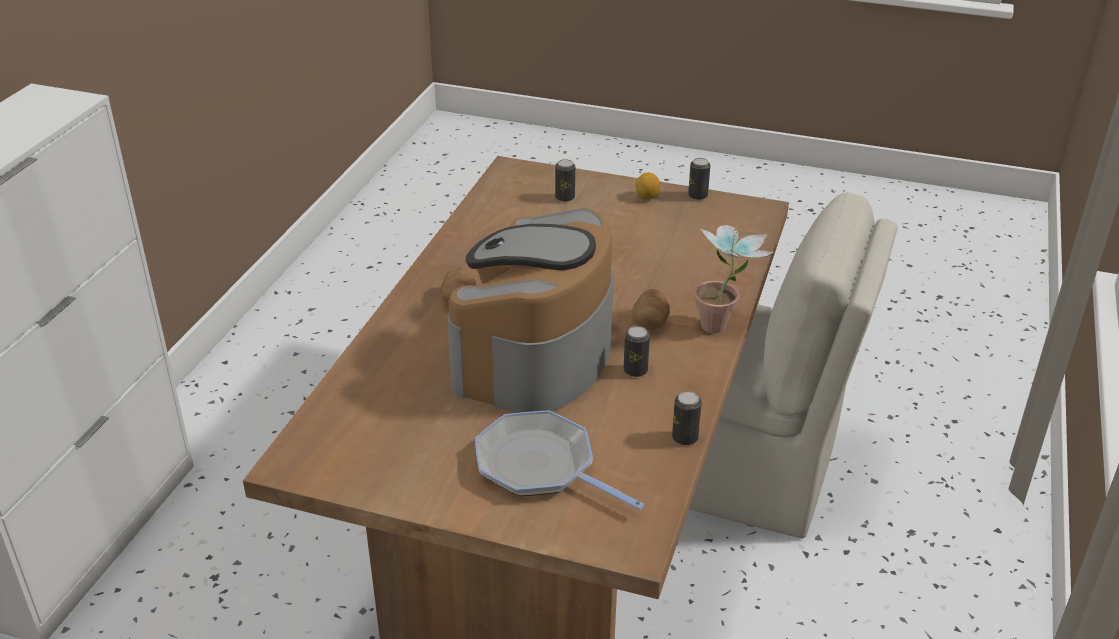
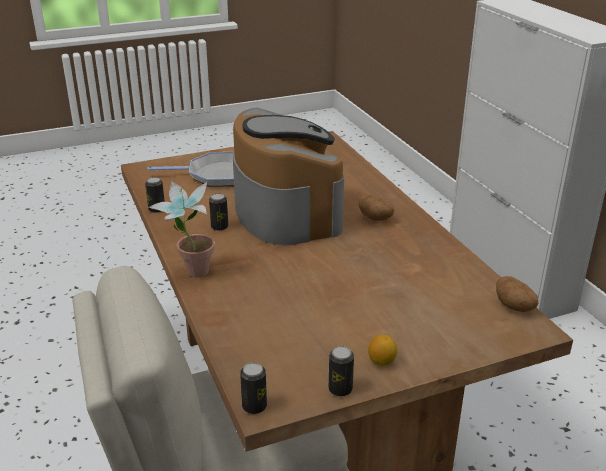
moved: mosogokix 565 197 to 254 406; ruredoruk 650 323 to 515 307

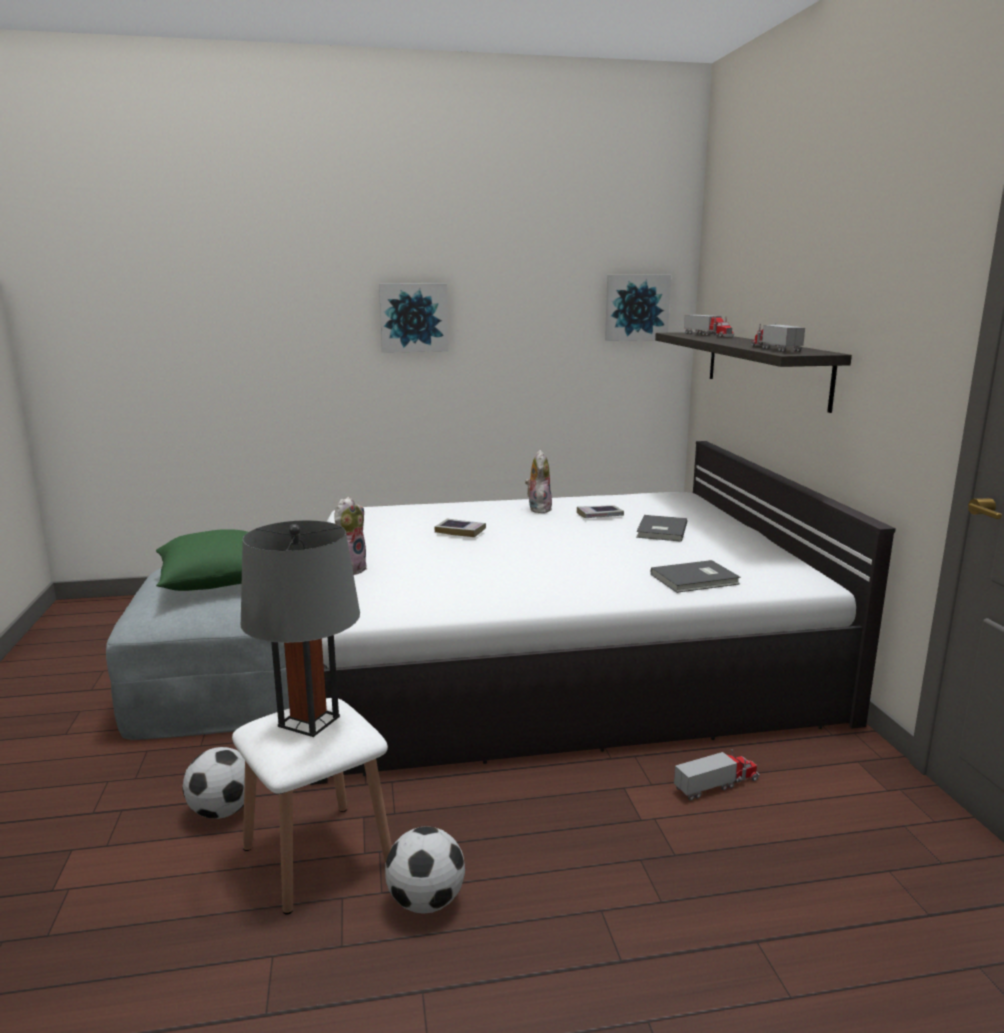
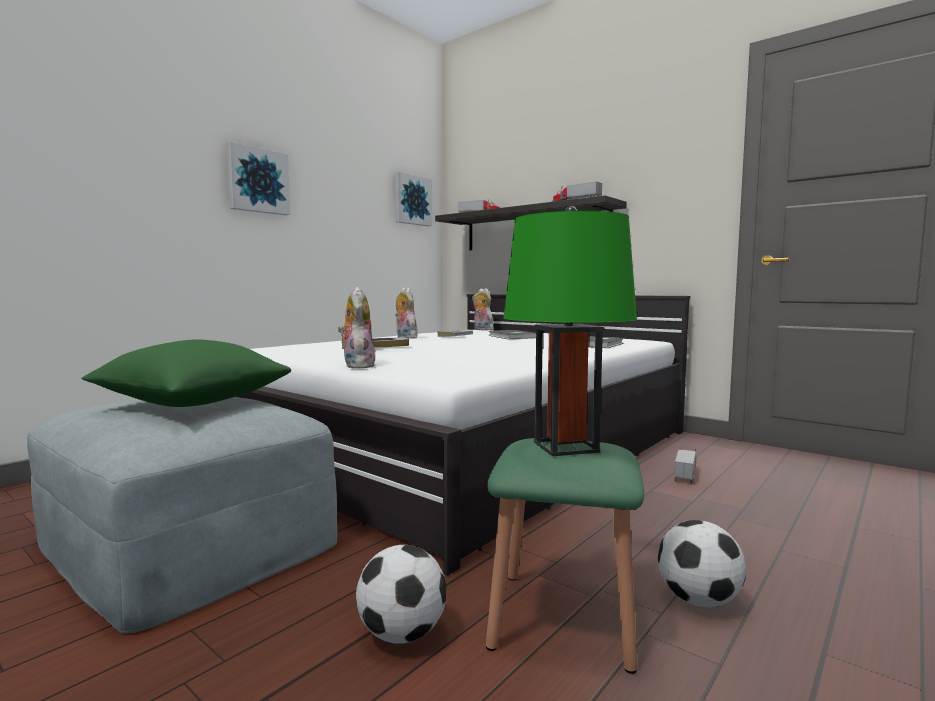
added: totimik 482 330
recoloured: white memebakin 317 855 to green memebakin 563 617; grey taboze 309 721 to green taboze 566 447

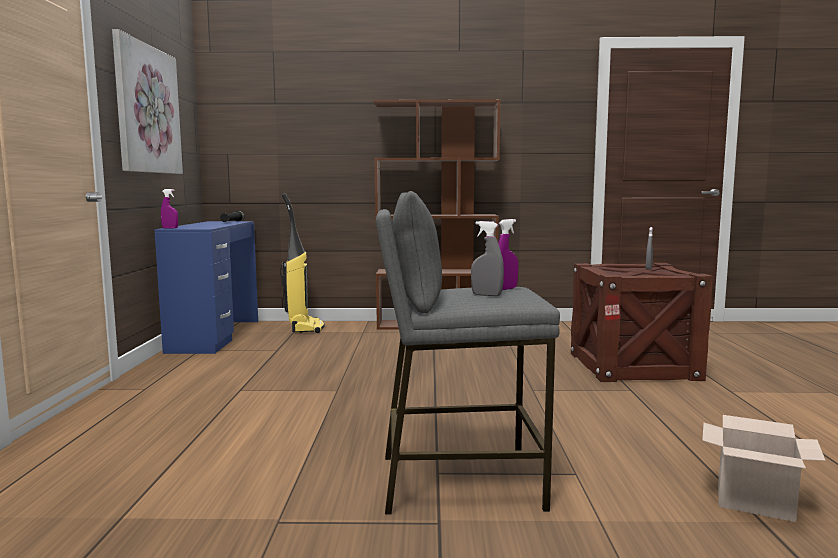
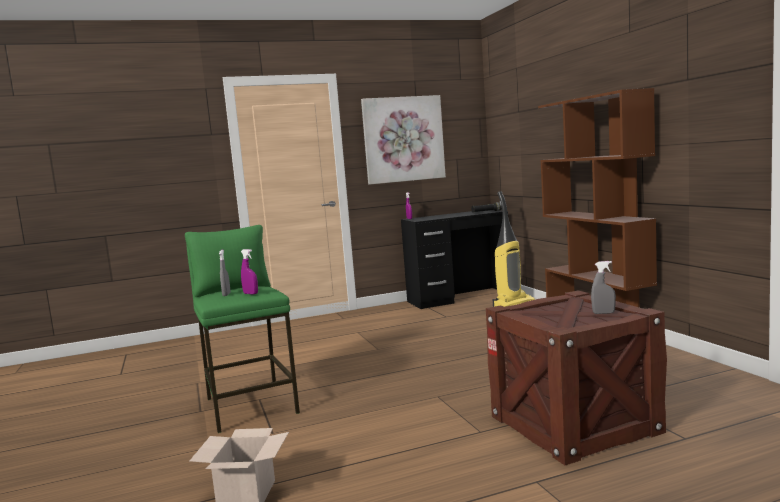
recoloured: grey memebakin 458 480 to green memebakin 251 405; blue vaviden 215 335 to black vaviden 459 297

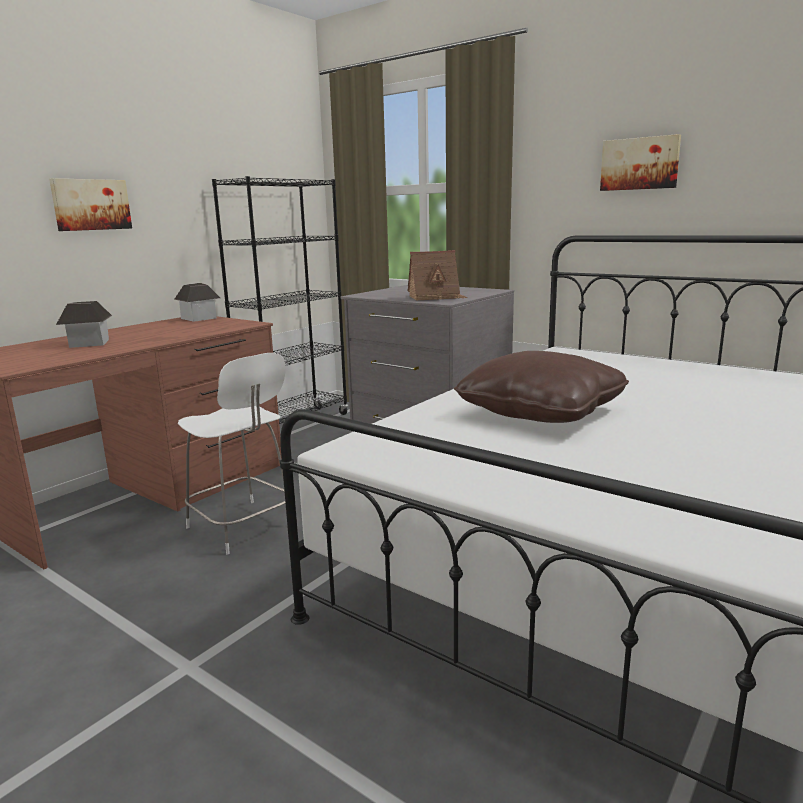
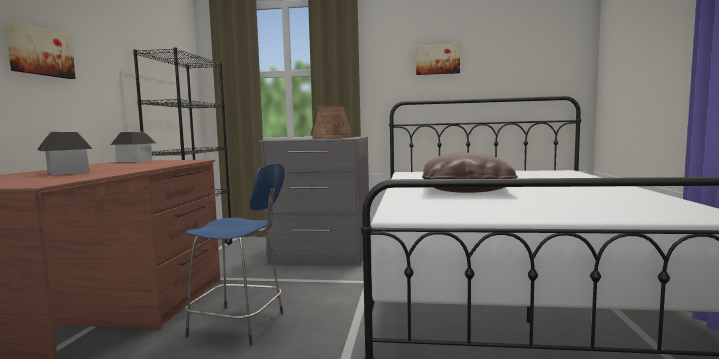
recoloured: white memebakin 243 527 to blue memebakin 240 325

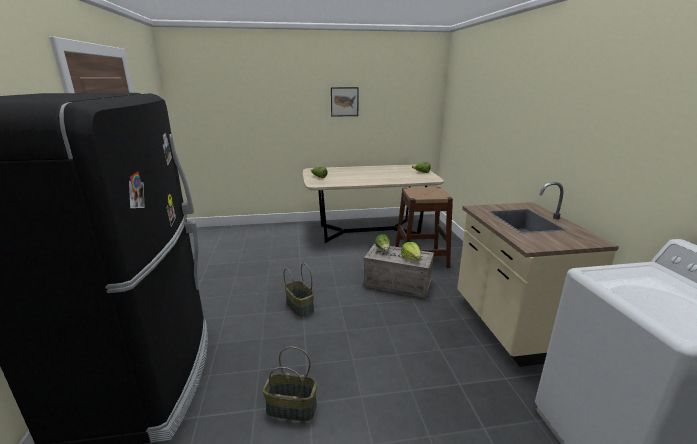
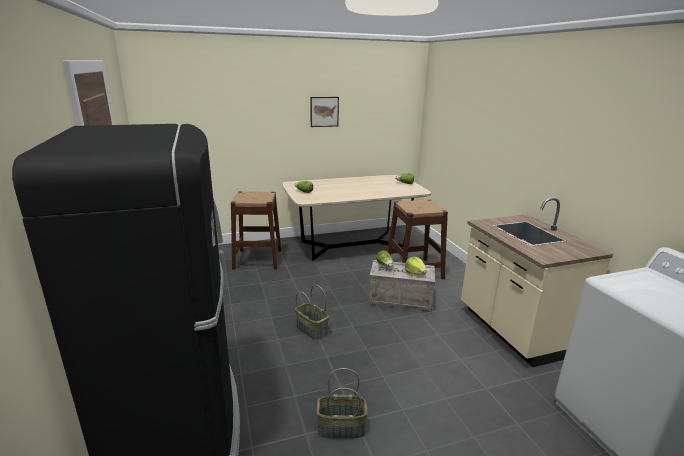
added: brown memebakin 257 259

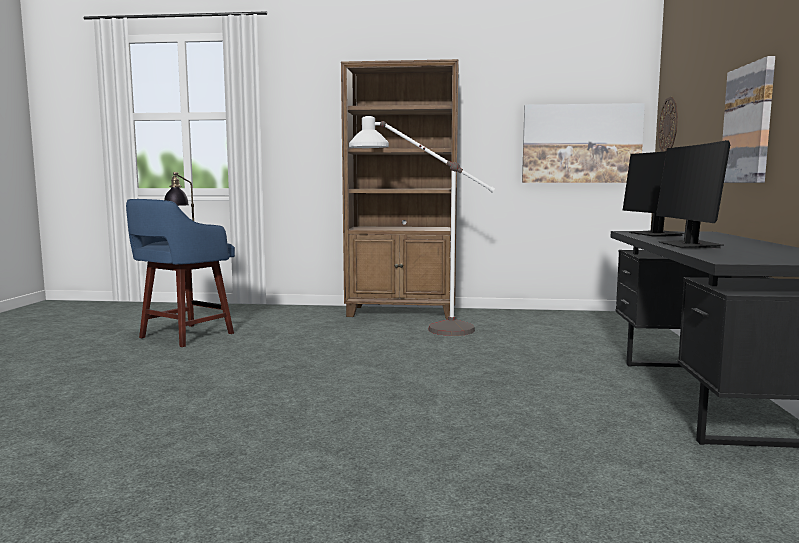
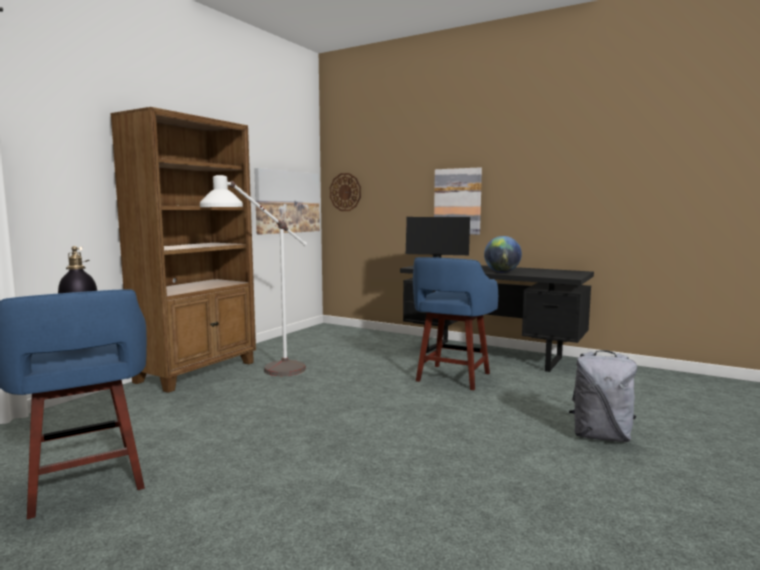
added: blue memebakin 452 378; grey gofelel 601 436
replaced: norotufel 689 245 to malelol 502 272

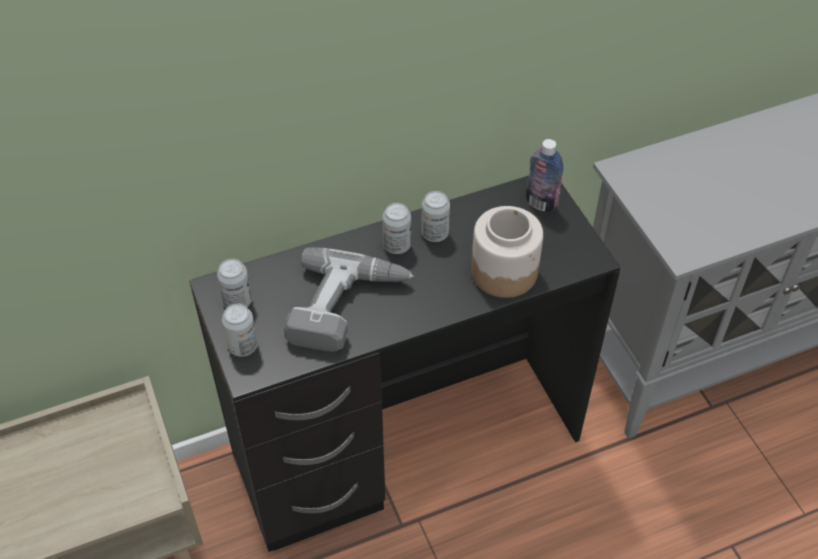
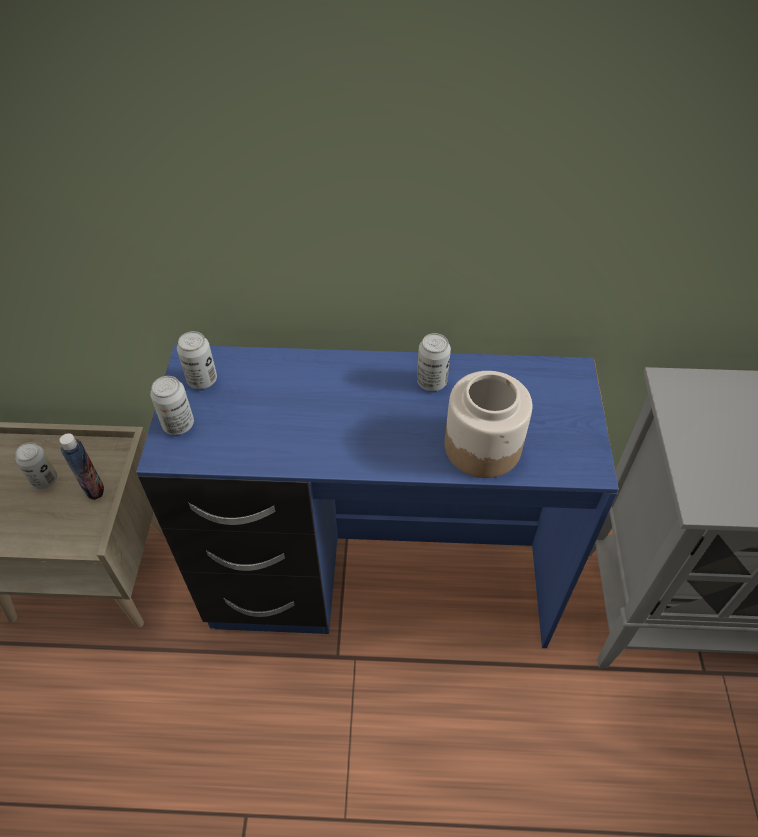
removed: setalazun 347 308
moved: mosogokix 397 245 to 44 479; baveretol 541 203 to 93 488
recoloured: black vaviden 408 449 to blue vaviden 380 587

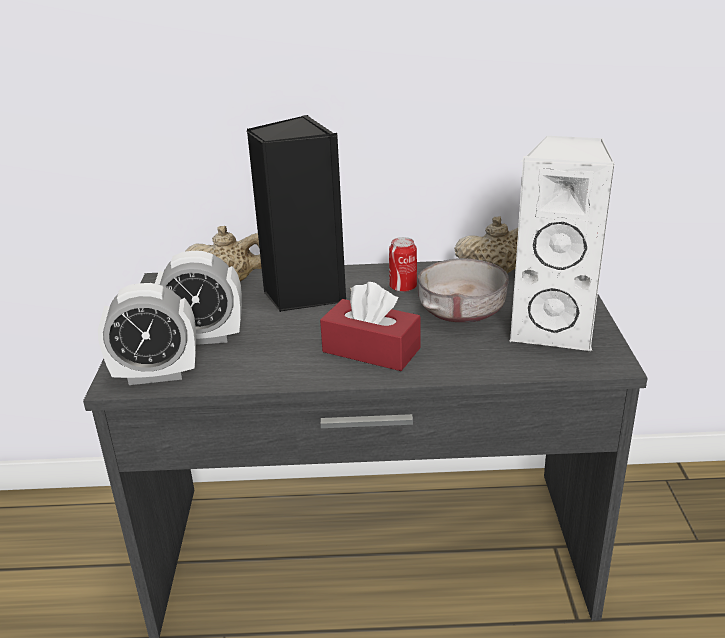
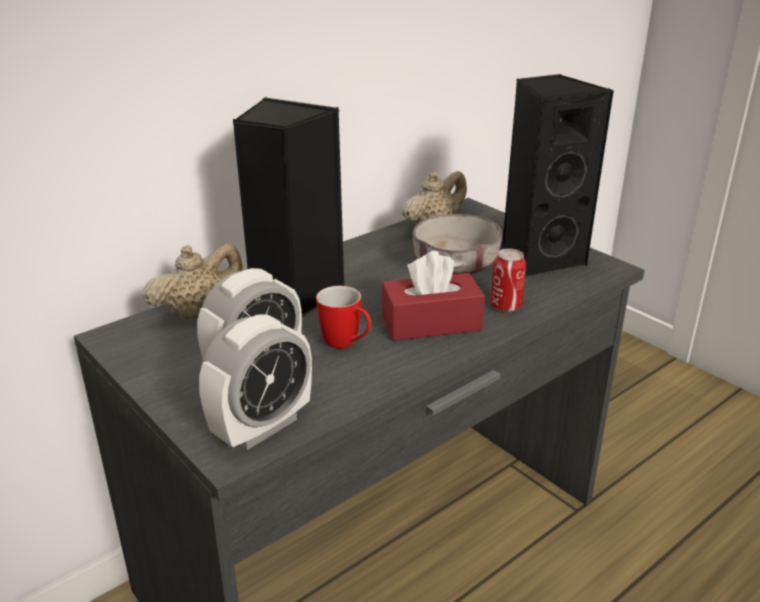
added: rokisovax 346 344
moved: mosogokix 403 287 to 505 306
recoloured: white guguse 554 330 to black guguse 540 257

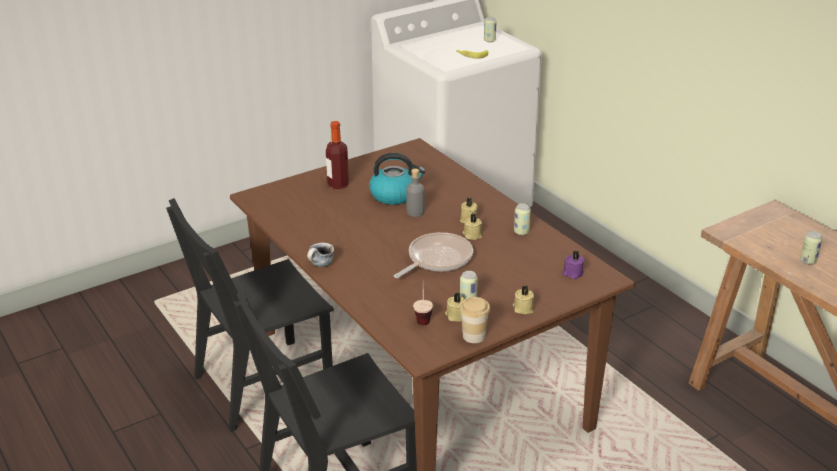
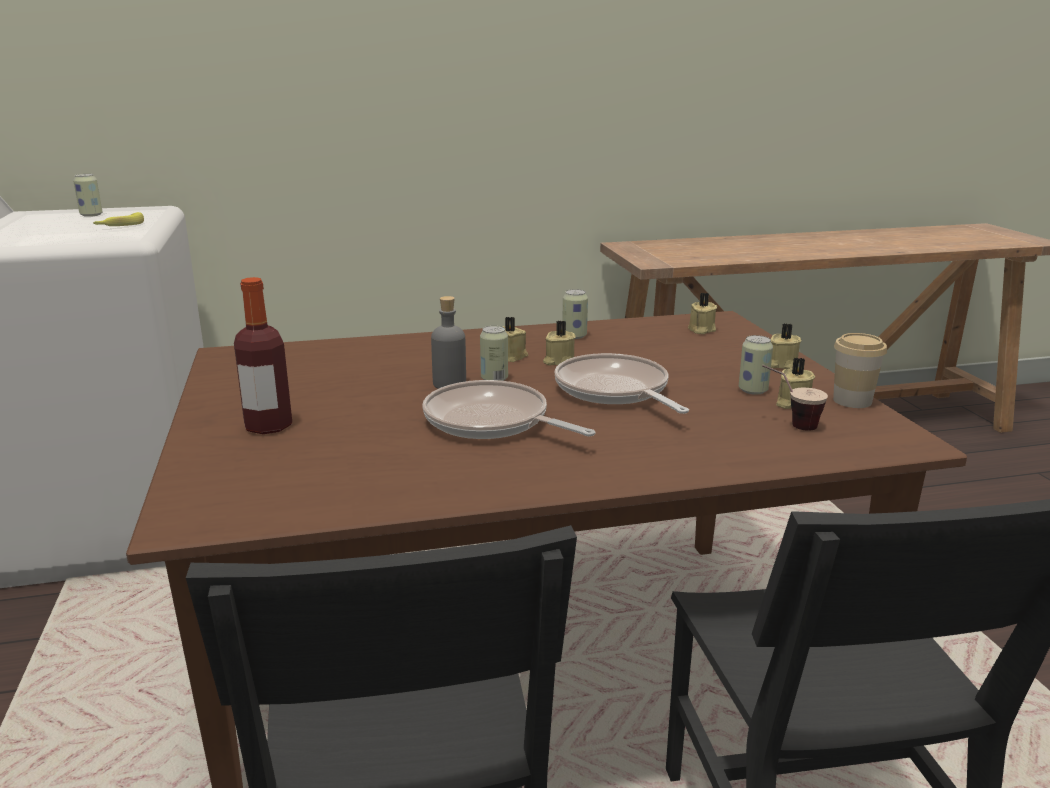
removed: rokisovax 320 266; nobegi 395 195
added: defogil 492 422
moved: mosogokix 808 261 to 494 379
recoloured: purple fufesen 572 273 to beige fufesen 701 330

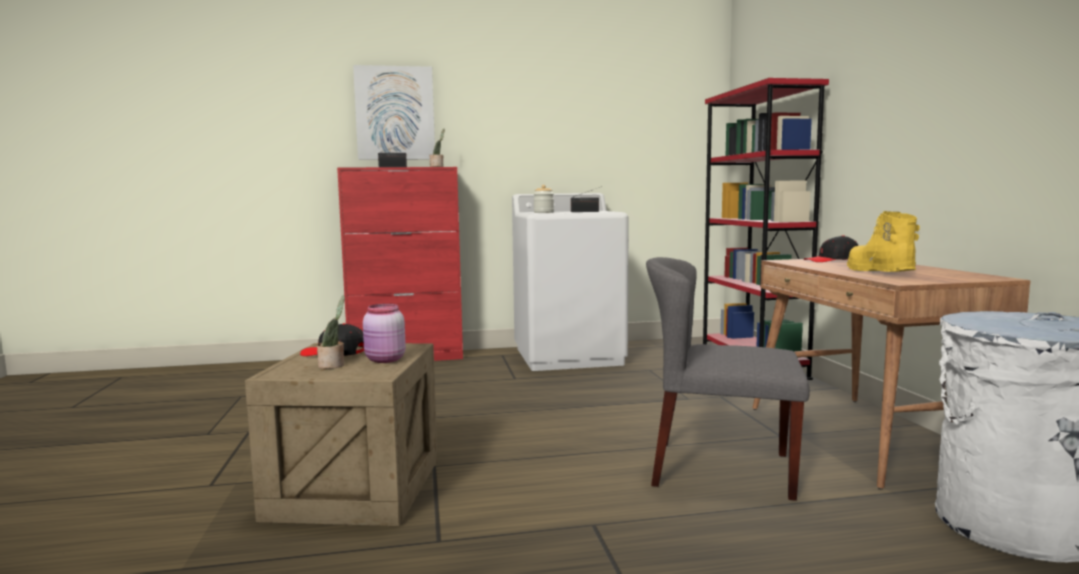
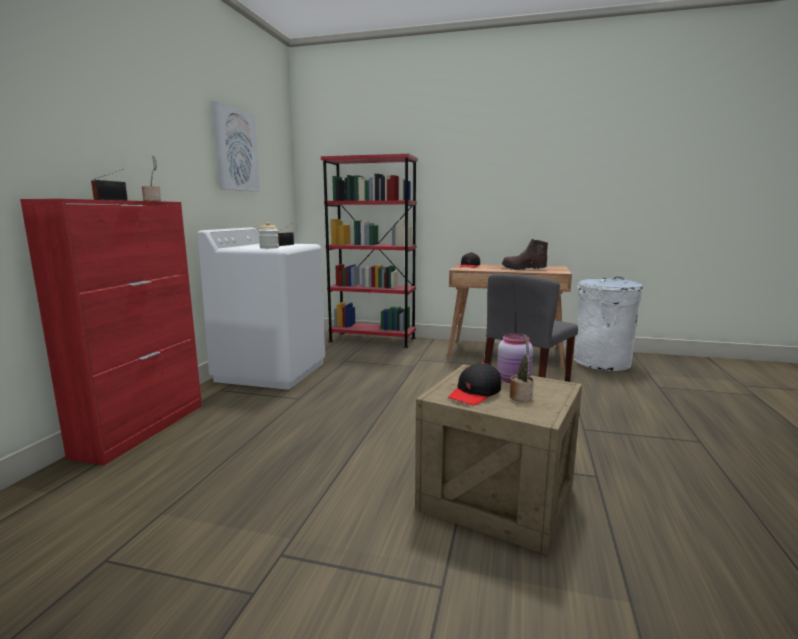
moved: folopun 395 113 to 235 150
recoloured: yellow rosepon 878 271 to brown rosepon 523 269

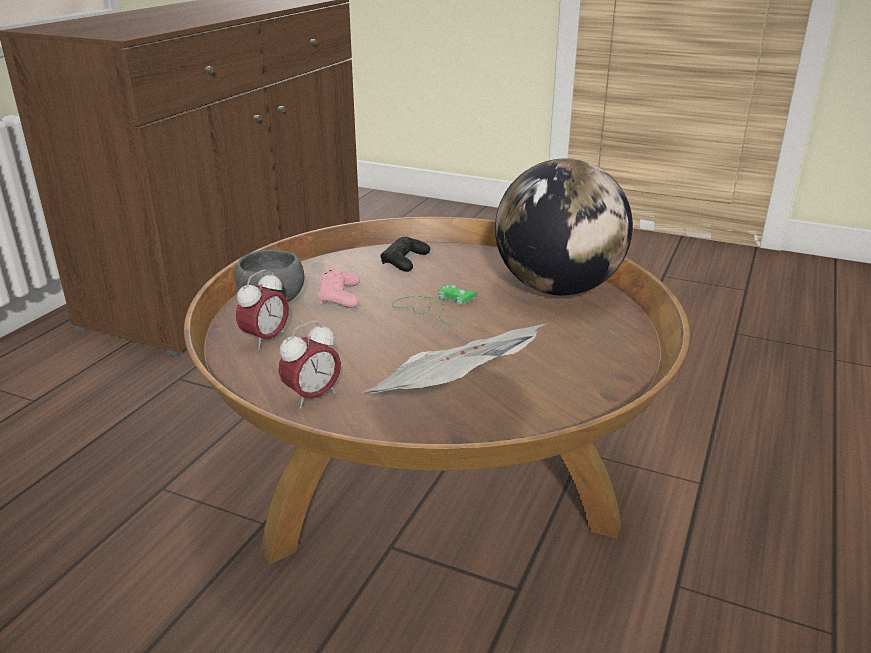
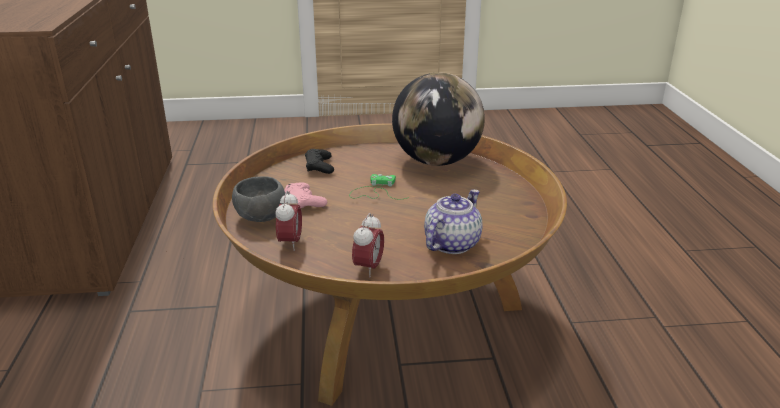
replaced: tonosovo 450 399 to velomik 451 243

